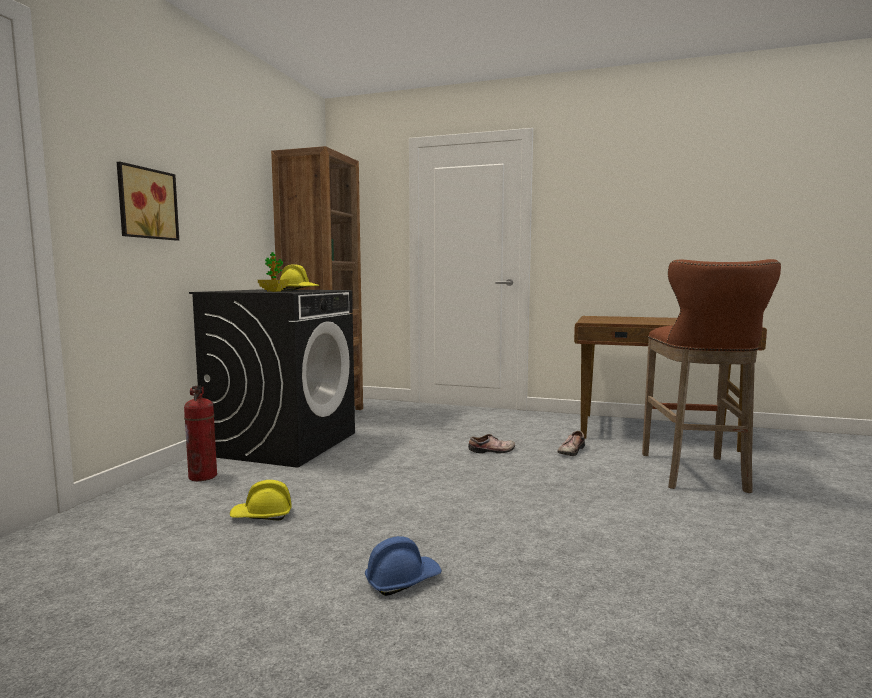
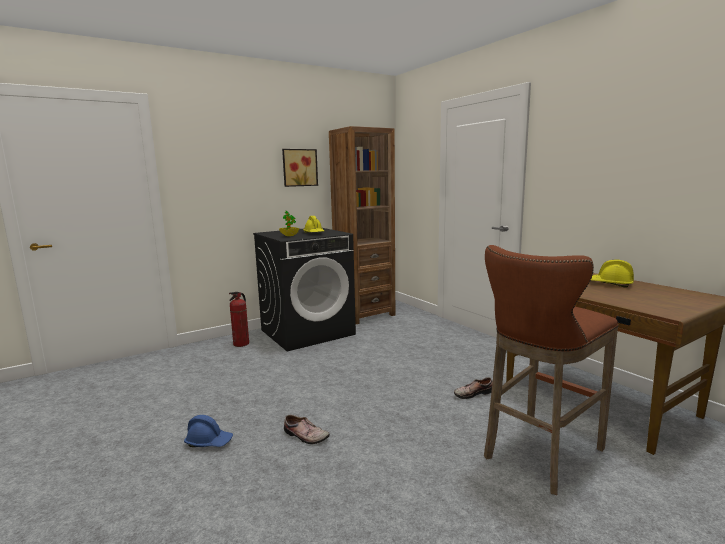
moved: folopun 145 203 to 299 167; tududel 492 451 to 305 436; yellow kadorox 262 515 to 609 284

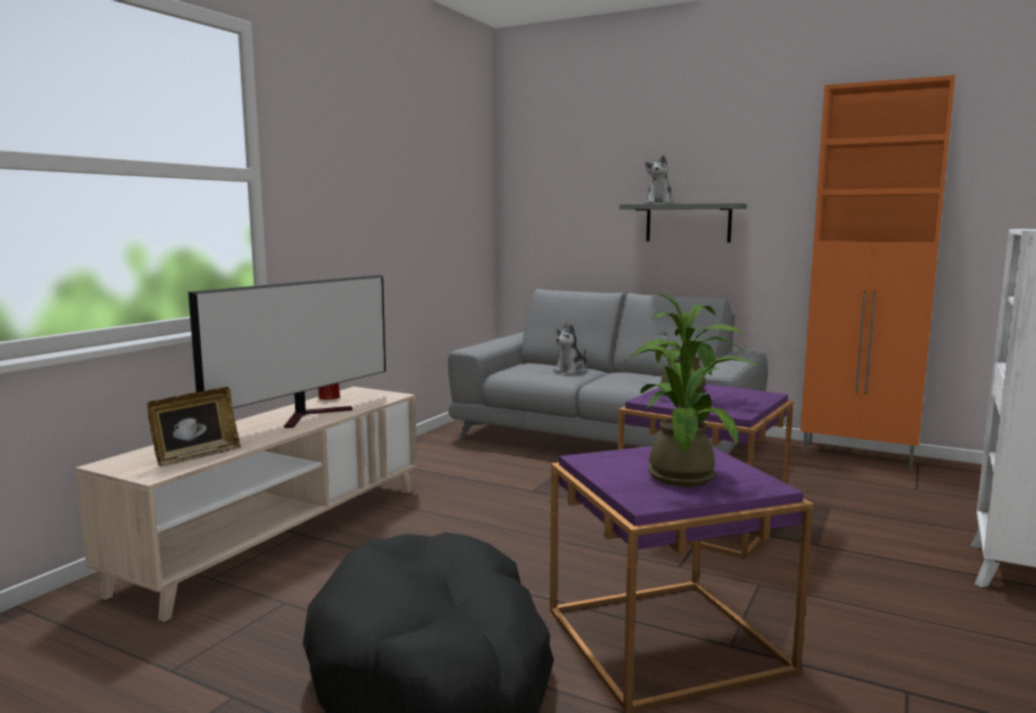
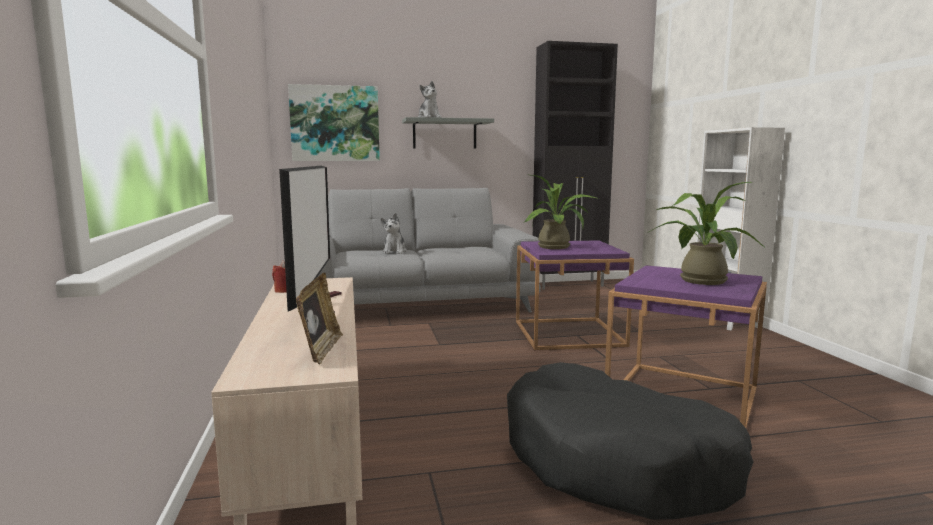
added: folopun 335 123
recoloured: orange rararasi 859 456 to black rararasi 569 285

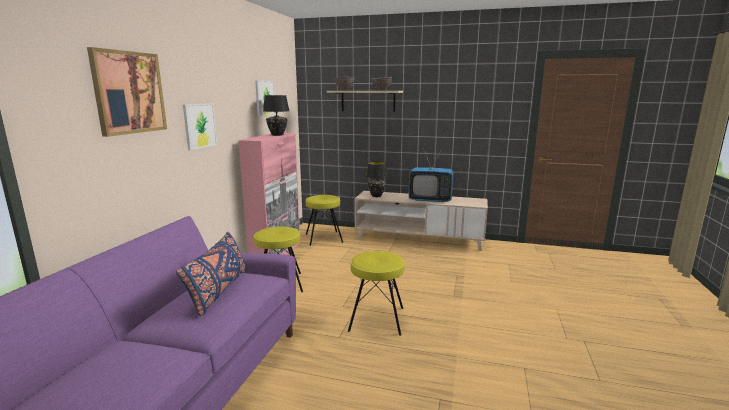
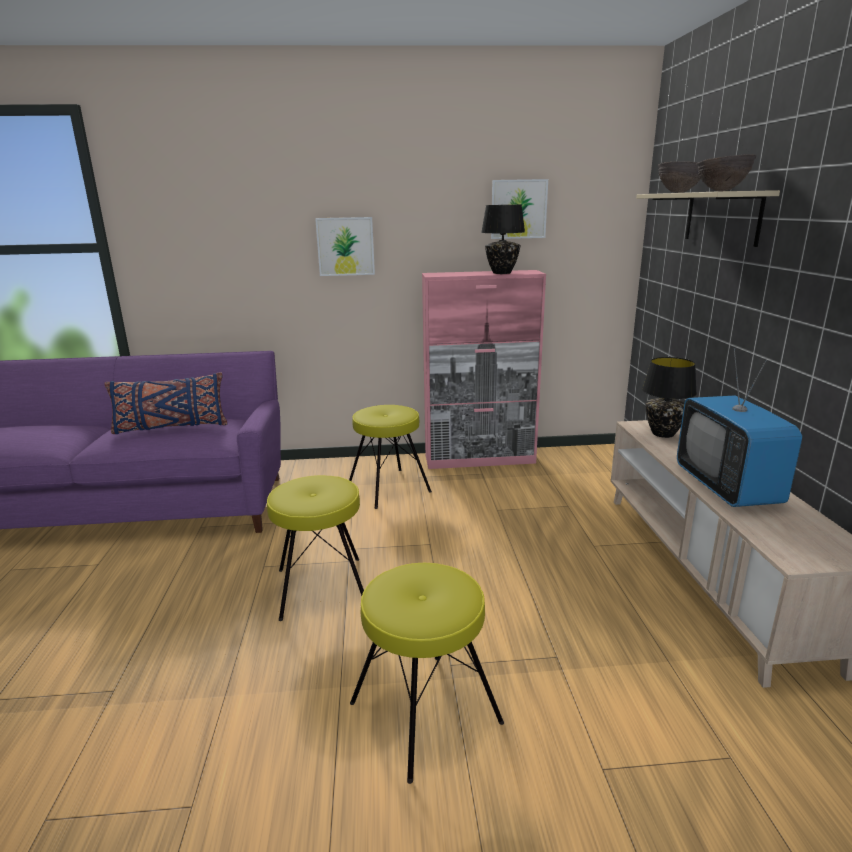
removed: folopun 129 92
moved: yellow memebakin 324 238 to 425 713

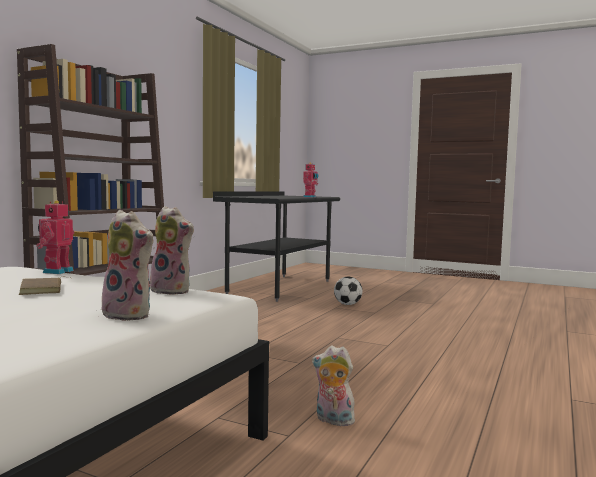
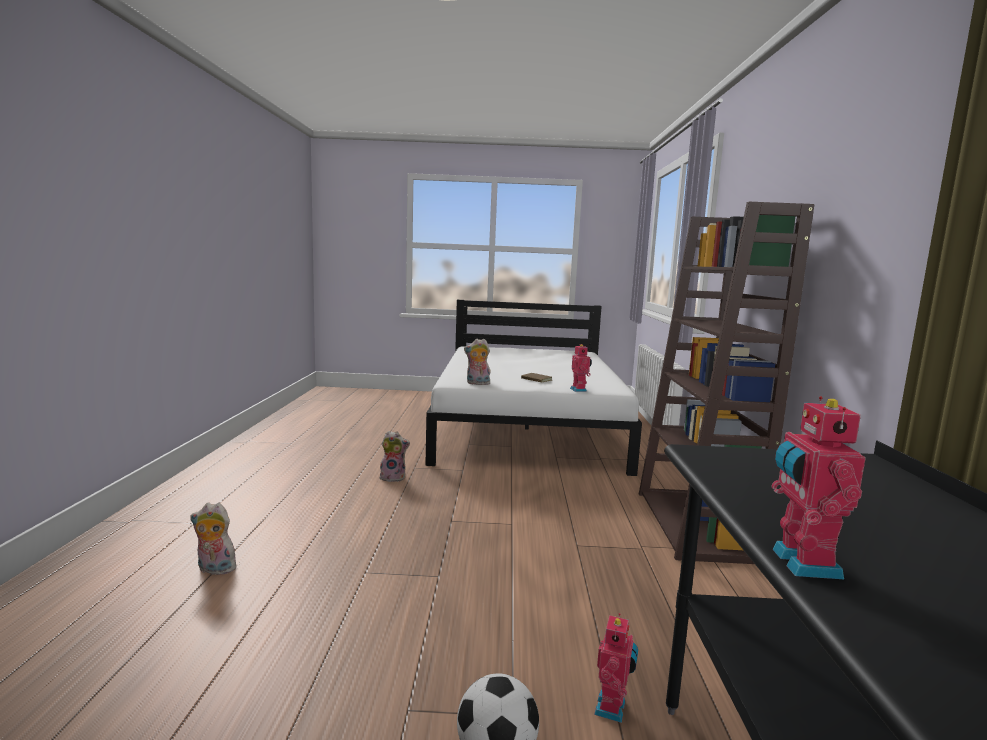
added: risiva 612 708
moved: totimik 130 314 to 214 570

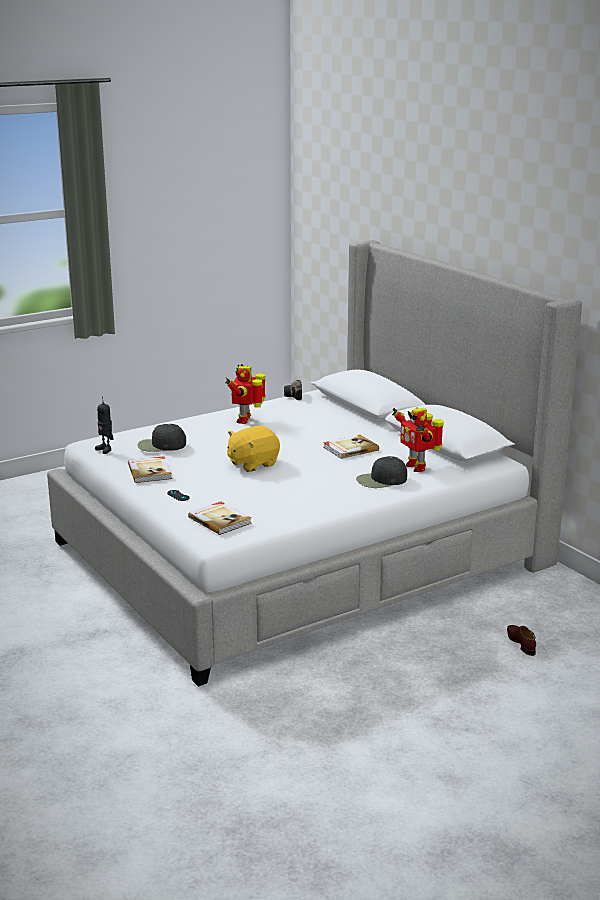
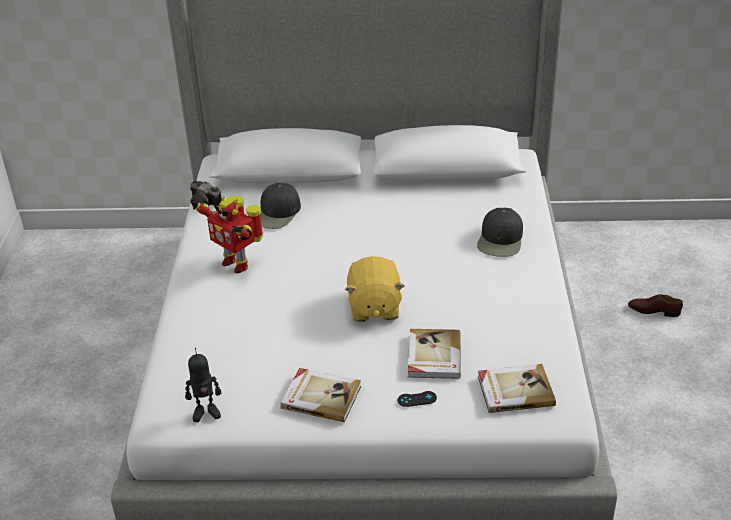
removed: risiva 417 467
moved: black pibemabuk 161 445 to 276 213; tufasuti 350 449 to 433 356

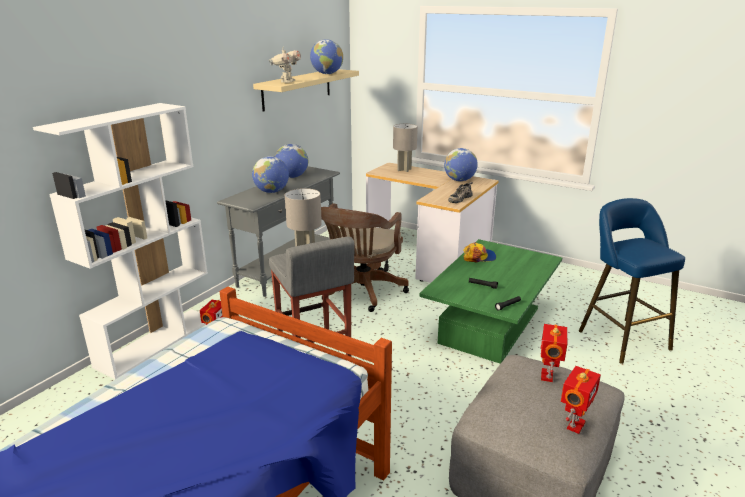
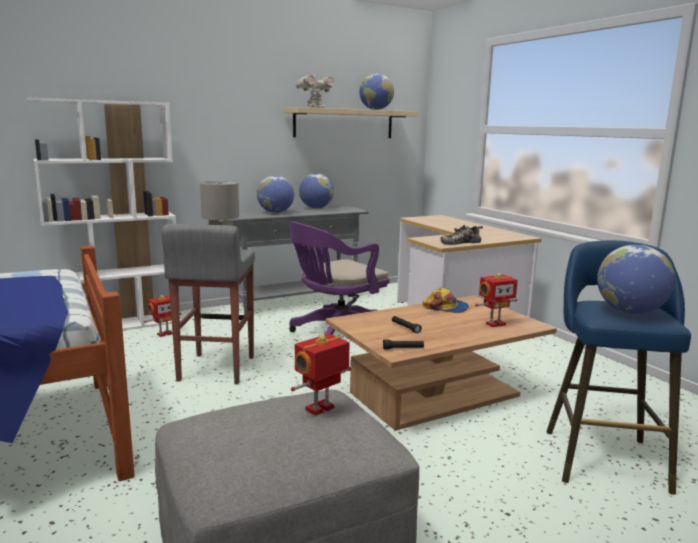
removed: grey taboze 404 170
moved: risiva 574 425 to 495 324; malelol 459 180 to 630 312
recoloured: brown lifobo 361 292 to purple lifobo 336 334; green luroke 490 325 to brown luroke 435 394

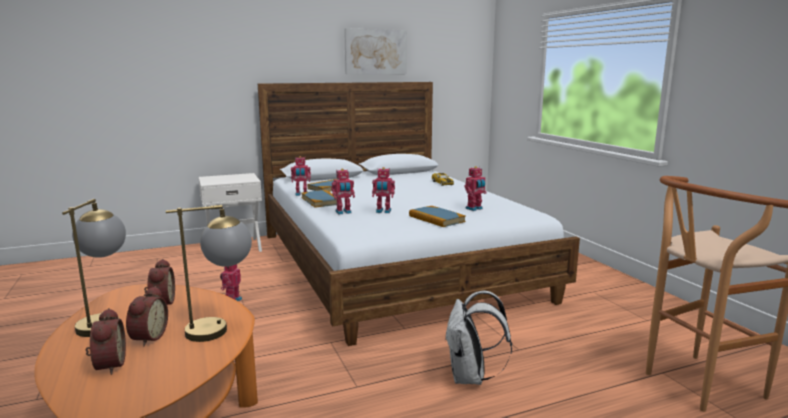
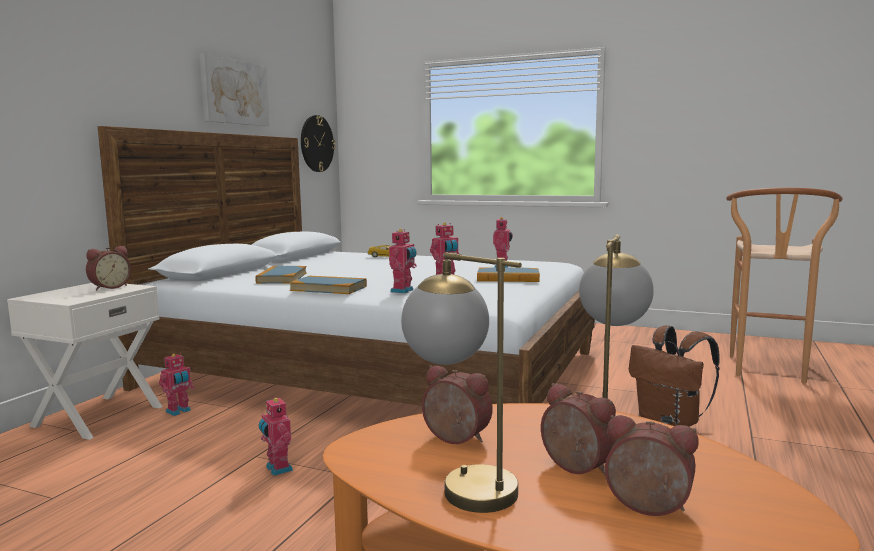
added: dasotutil 109 287; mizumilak 316 143
moved: risiva 301 194 to 179 411
recoloured: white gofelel 471 377 to brown gofelel 670 424

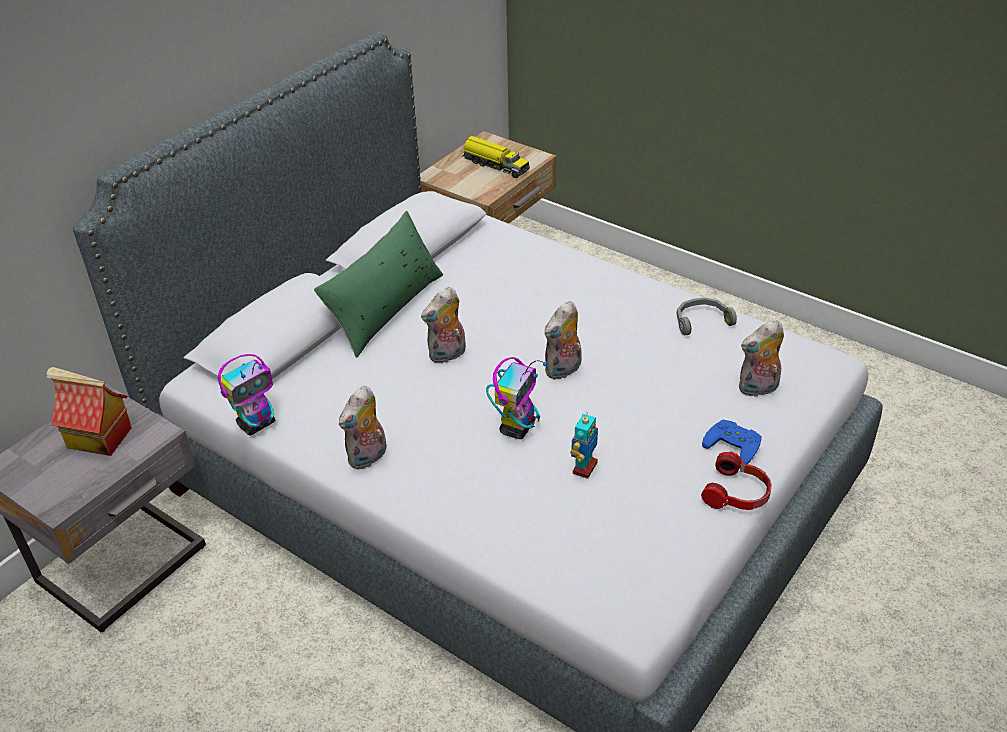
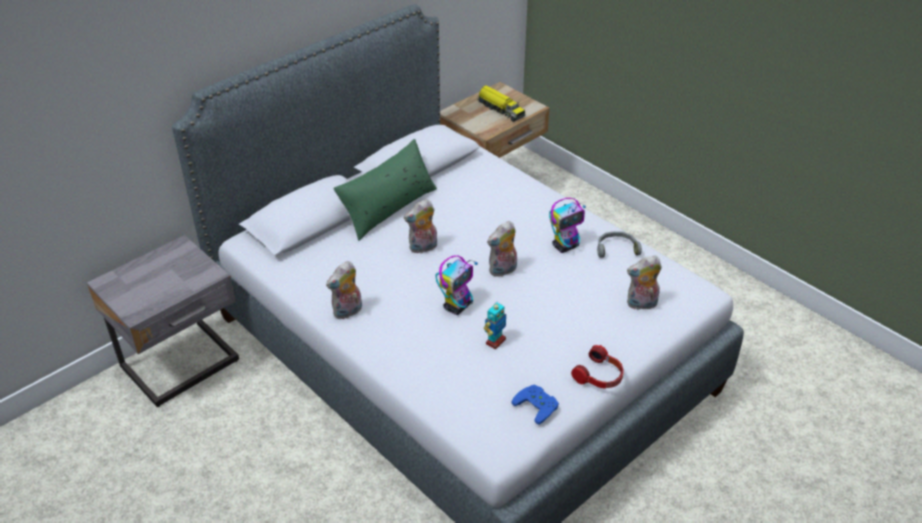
removed: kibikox 98 438
moved: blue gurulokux 734 443 to 538 405; risiva 257 424 to 565 246

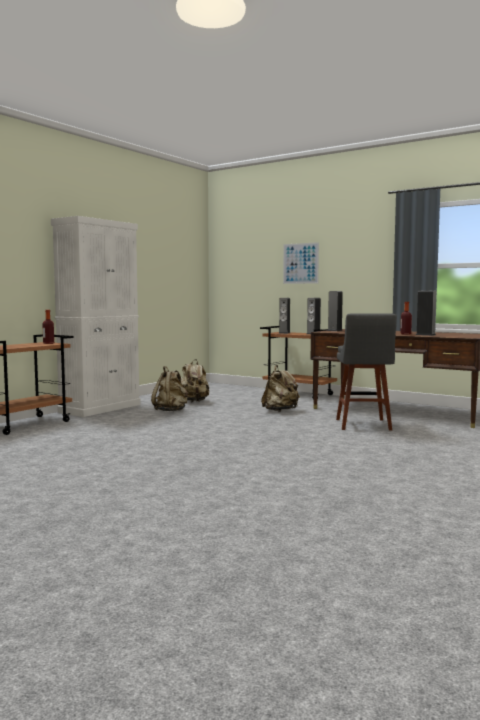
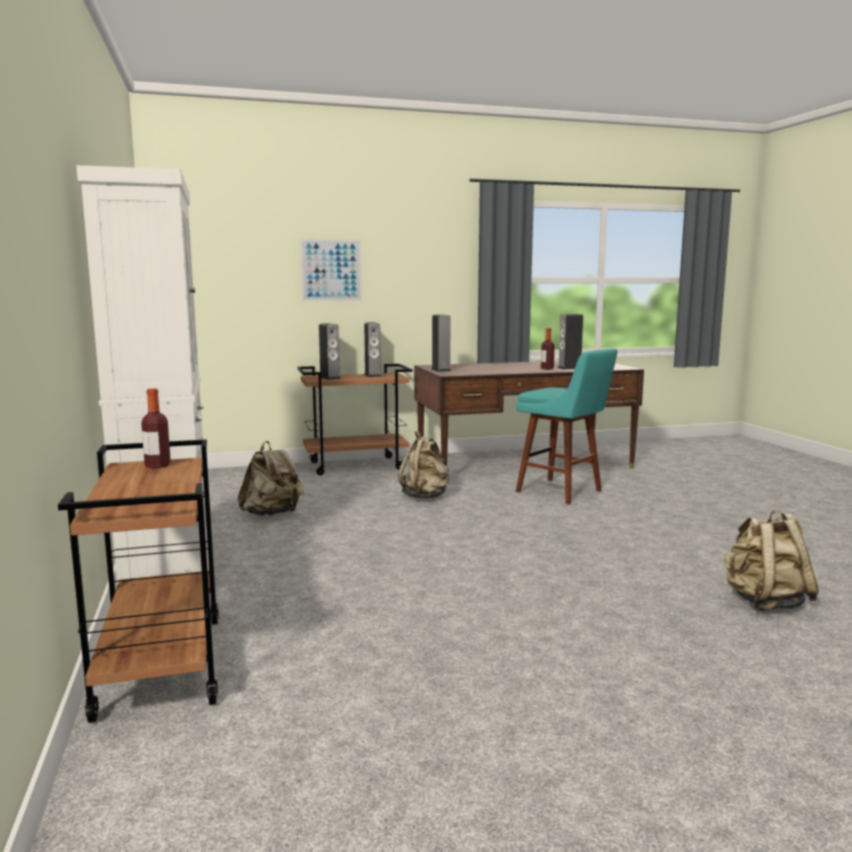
moved: beige gofelel 171 411 to 764 602
recoloured: grey memebakin 363 425 to turquoise memebakin 562 492

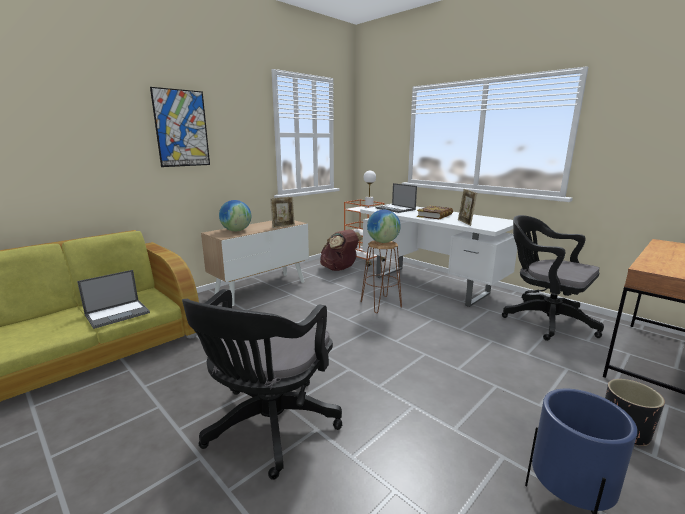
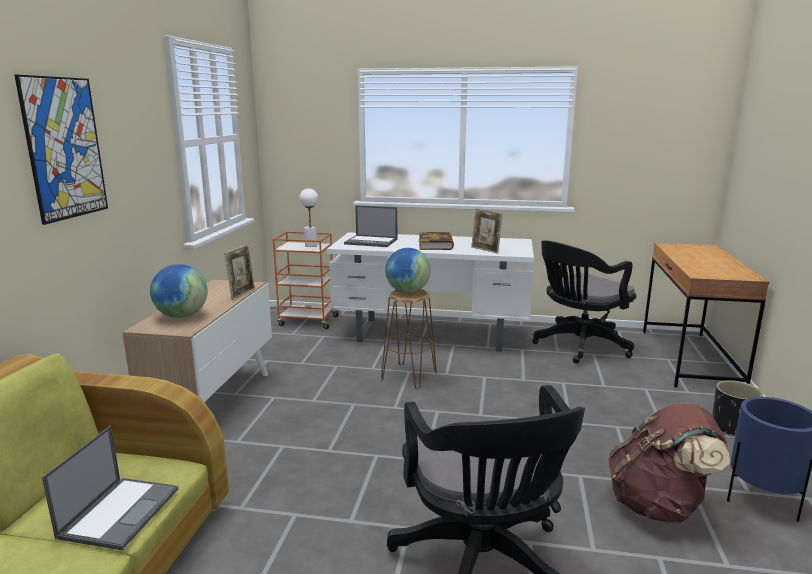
moved: brown gofelel 340 269 to 658 505
turned: black lifobo 543 320 = 578 346 45 degrees counterclockwise

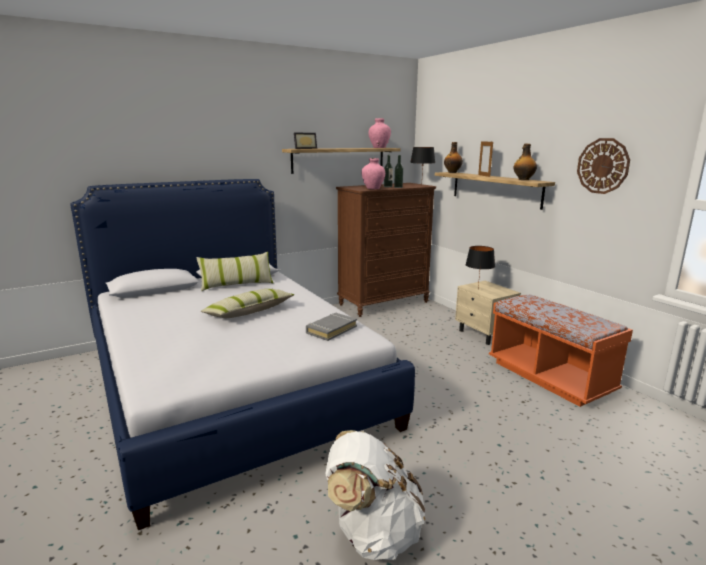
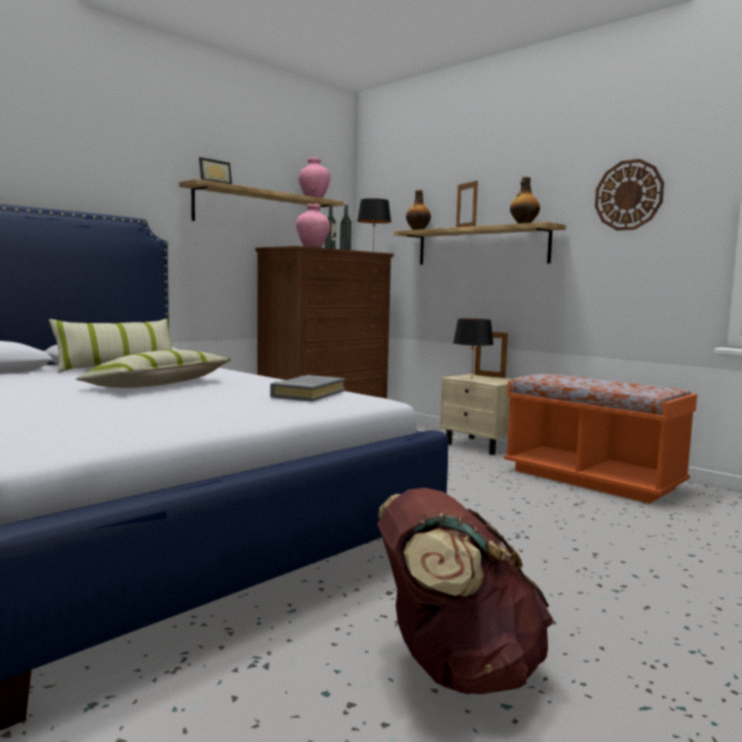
added: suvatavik 489 376
recoloured: white gofelel 373 533 to brown gofelel 456 670

